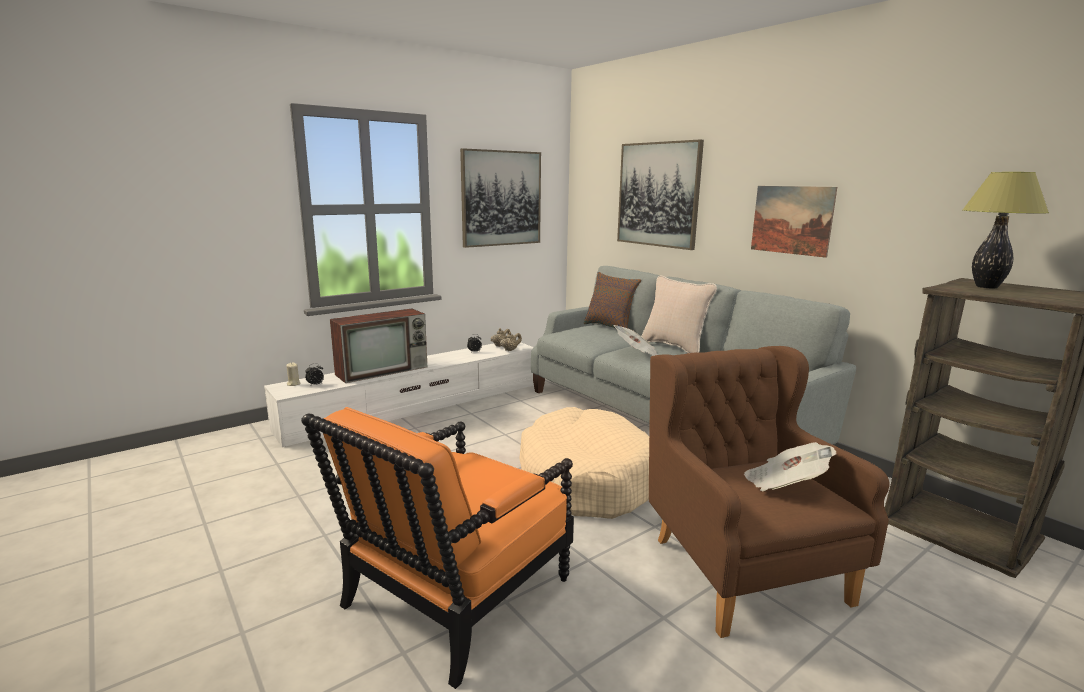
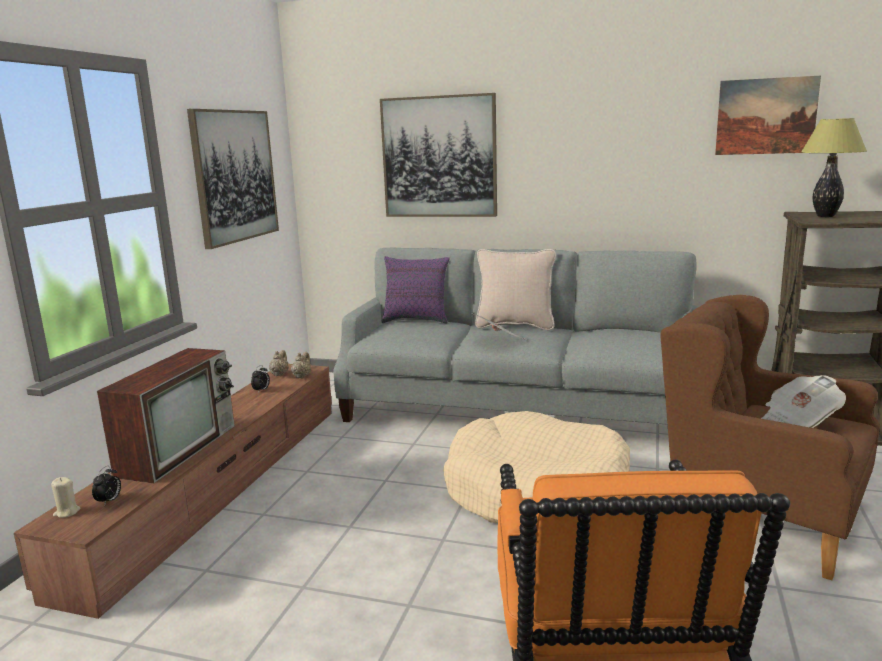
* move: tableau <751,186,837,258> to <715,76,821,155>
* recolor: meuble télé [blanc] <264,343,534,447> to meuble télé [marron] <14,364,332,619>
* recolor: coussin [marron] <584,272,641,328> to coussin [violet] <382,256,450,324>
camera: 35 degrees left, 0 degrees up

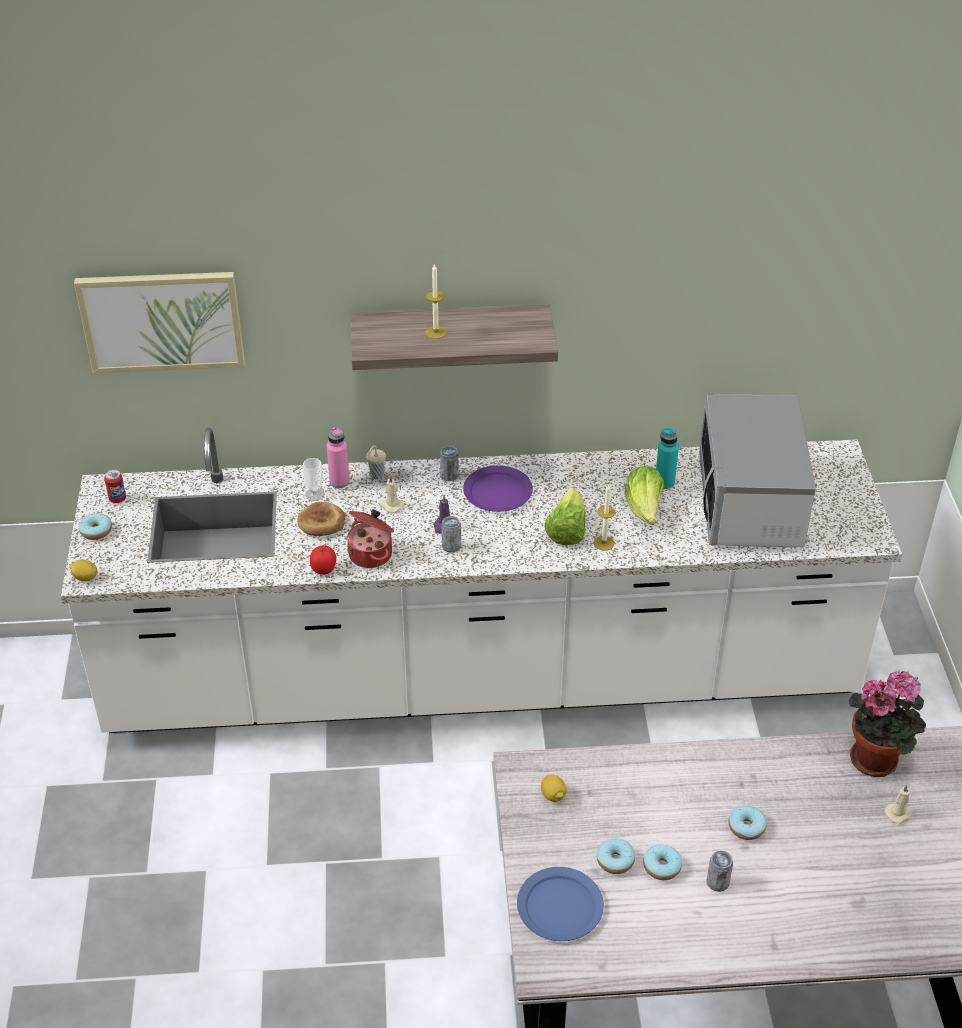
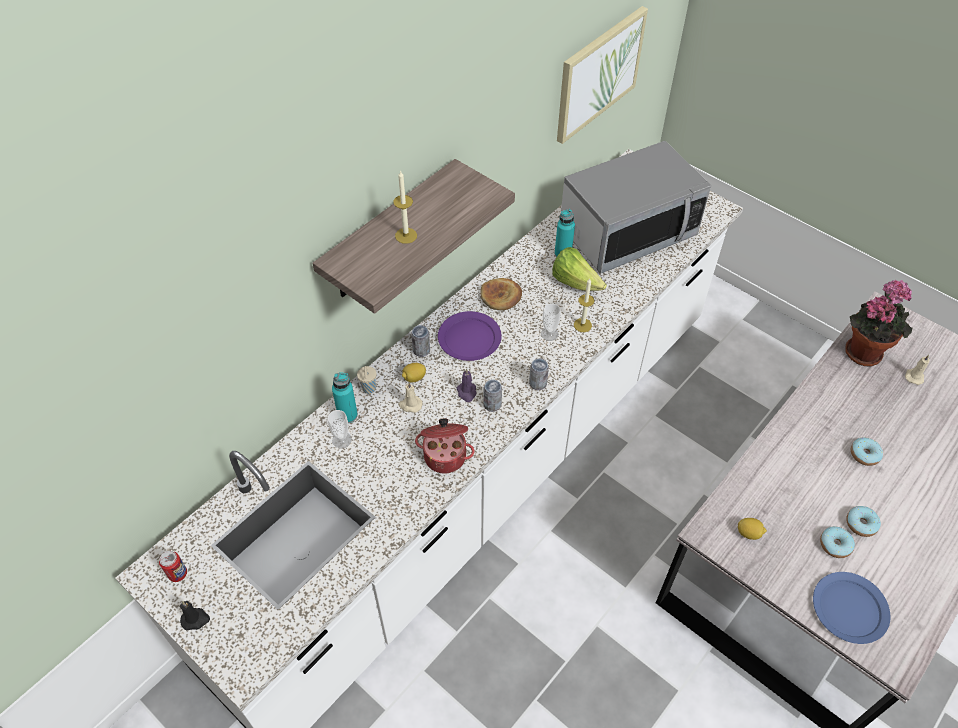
* delete: tomate <310,545,336,575>
* move: citron <69,559,98,581> to <402,363,426,382>
* move: tableau <74,272,245,373> to <557,6,648,144>
* move: pain <297,502,345,536> to <480,278,522,310>
* move: boîte métallique <706,850,733,892> to <529,358,549,390>
* replace: beignet <79,513,112,540> to bougie [noir] <180,601,210,631>
* replace: laitue <545,487,586,545> to tasse <541,304,561,341>
* recolor: bouteille [rose] <327,427,350,488> to bouteille [turquoise] <332,372,358,423>
* rotate: micro-ondes <699,394,816,547> = <561,141,711,273> 75 degrees counterclockwise
camera: 45 degrees left, 10 degrees up

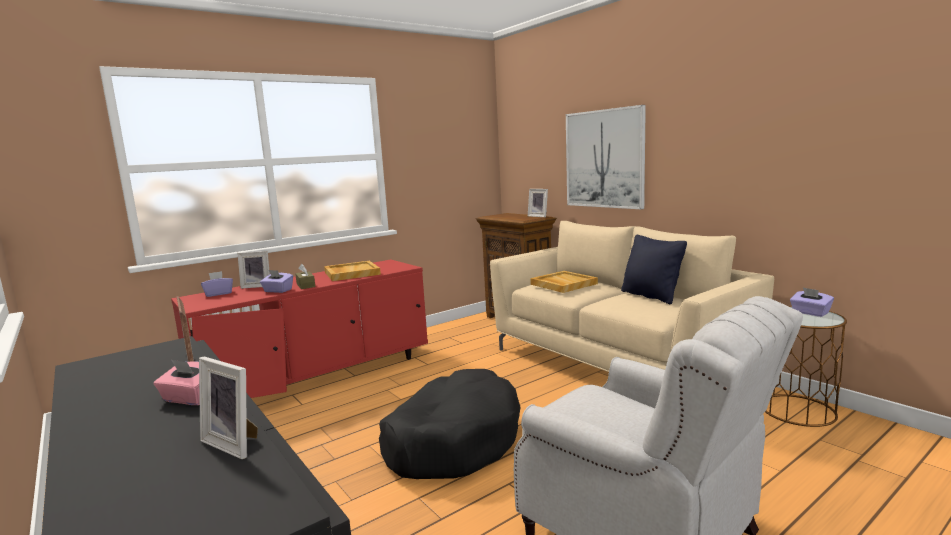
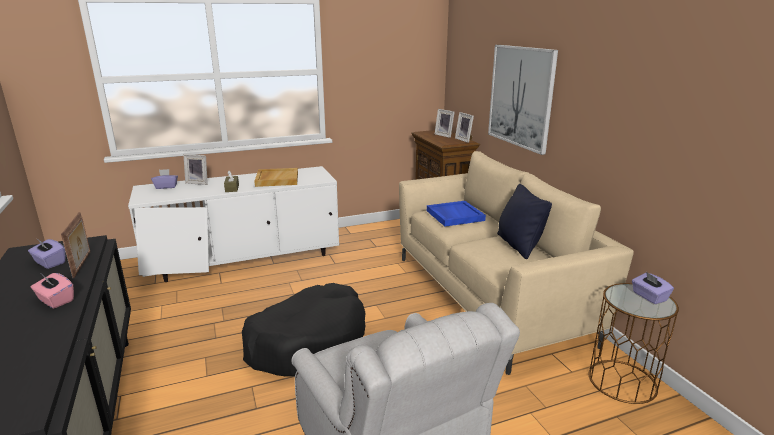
* move: cadre photo <199,357,258,459> to <435,109,454,138>
* move: boîte à mouchoirs [violet] <260,270,293,293> to <28,239,65,269>
* recolor: meuble télé [rouge] <171,260,428,398> to meuble télé [blanc] <128,166,339,282>
* recolor: plateau [beige] <530,271,598,293> to plateau [bleu] <427,201,486,227>
camera: 15 degrees right, 10 degrees up

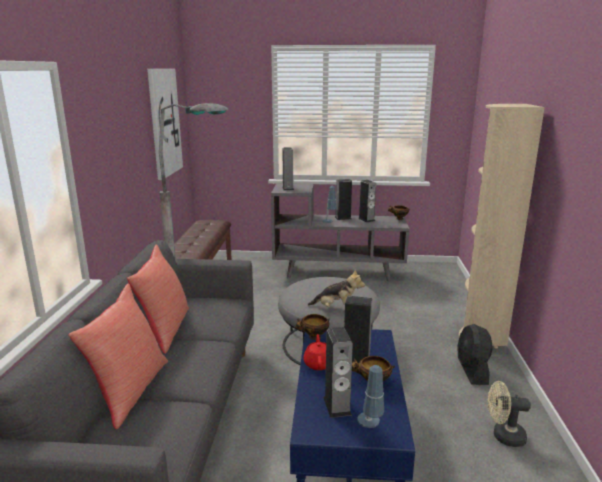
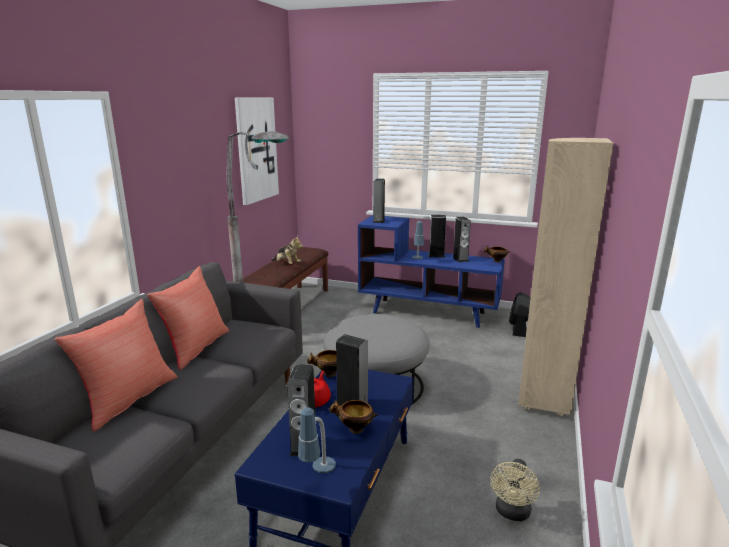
* move: peluche <308,269,365,307> to <271,236,303,264>
* move: ventilateur [noir] <457,324,493,385> to <509,292,531,337>
* recolor: meuble télé [gris] <271,184,409,281> to meuble télé [bleu] <358,215,505,328>
* rotate: ventilateur [beige] <488,381,531,447> = <491,459,540,521> 90 degrees counterclockwise
camera: 15 degrees right, 0 degrees up

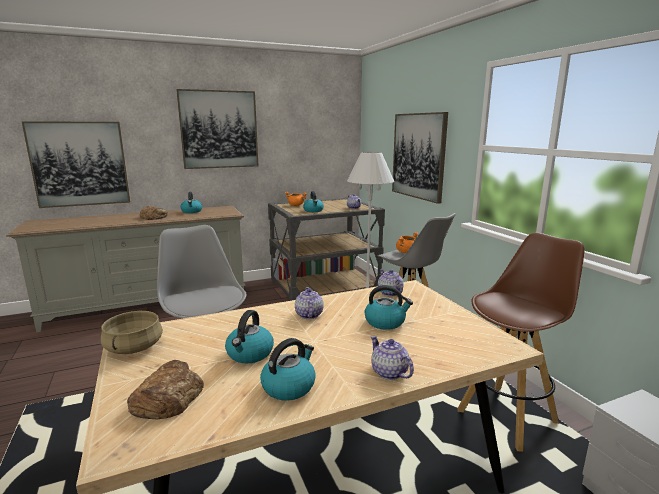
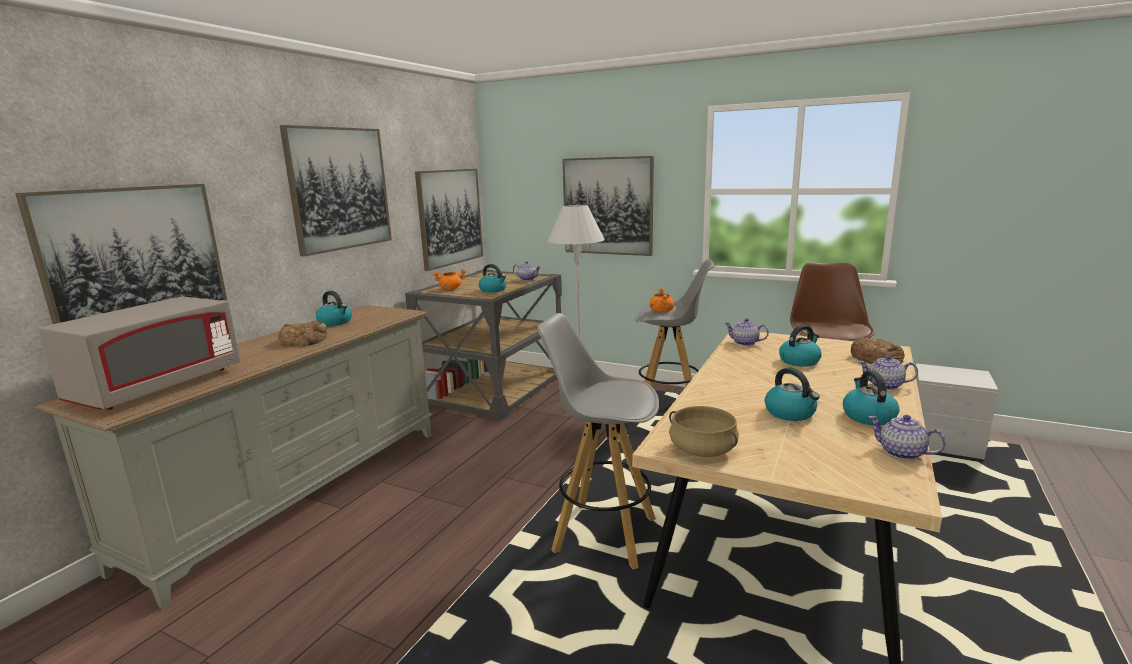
* insert: micro-ondes [gris] <38,297,240,410>
* insert: tableau <415,169,483,271>
* move: pain <127,360,204,419> to <851,337,905,364>
* move: théière <295,287,324,319> to <868,415,946,460>
camera: 40 degrees left, 0 degrees up

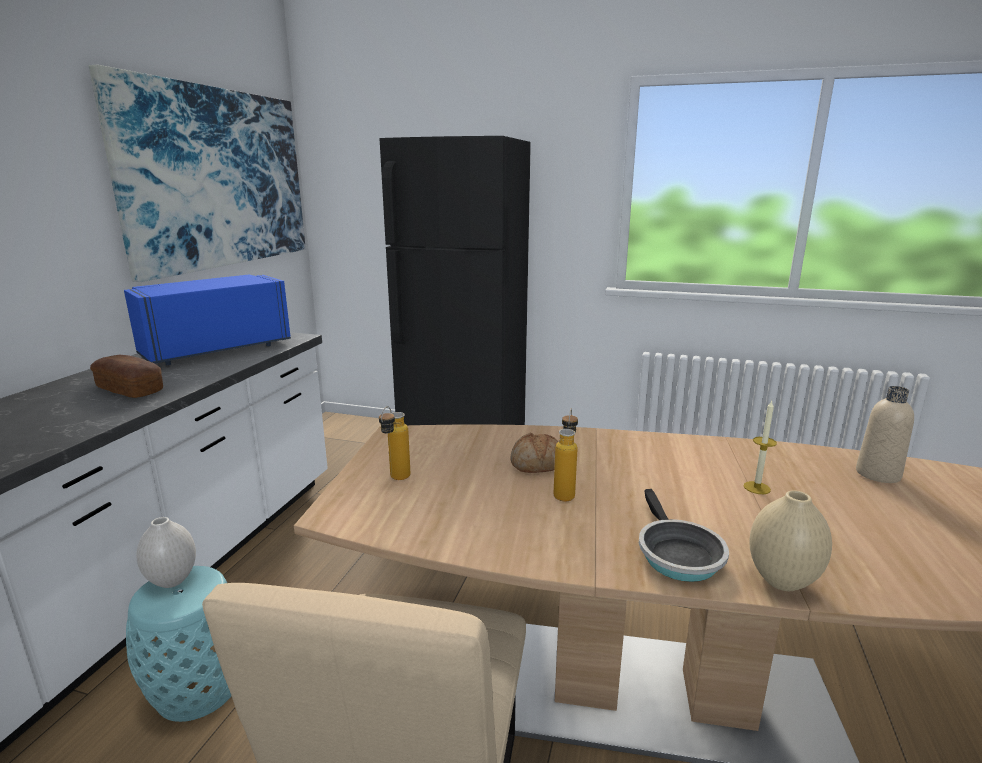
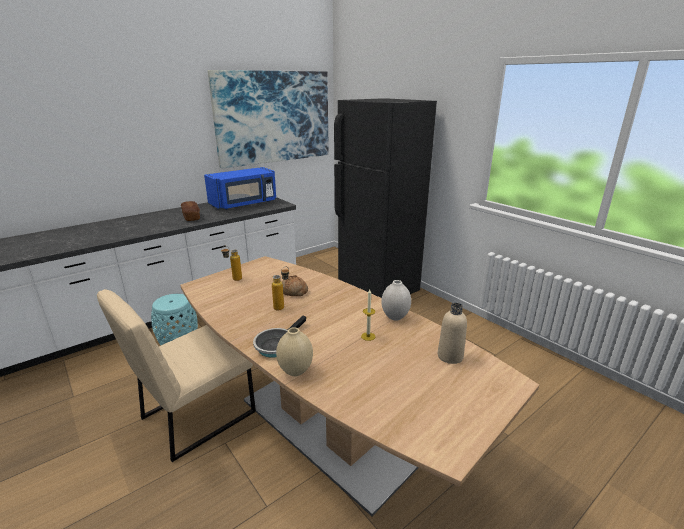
* move: vase [blanc] <136,517,196,588> to <381,280,411,321>
* rotate: micro-ondes [bleu] <124,275,291,365> = <204,167,276,210> 150 degrees clockwise
camera: 35 degrees right, 5 degrees up

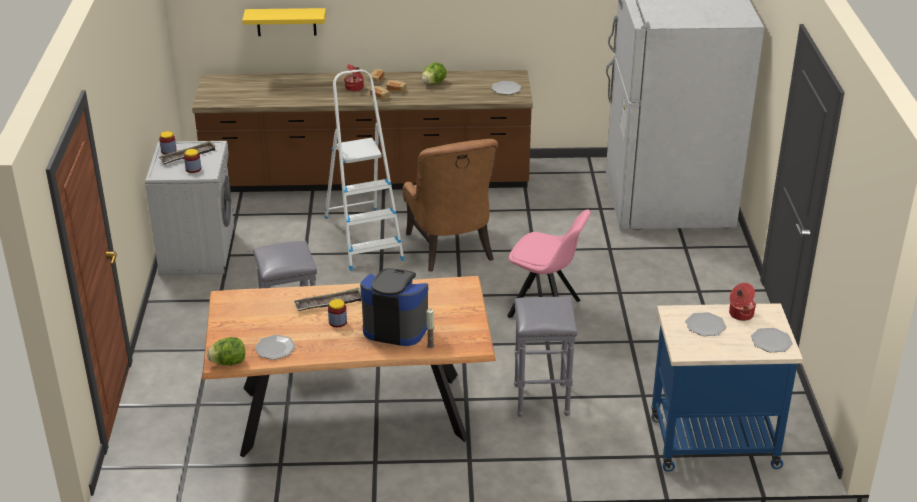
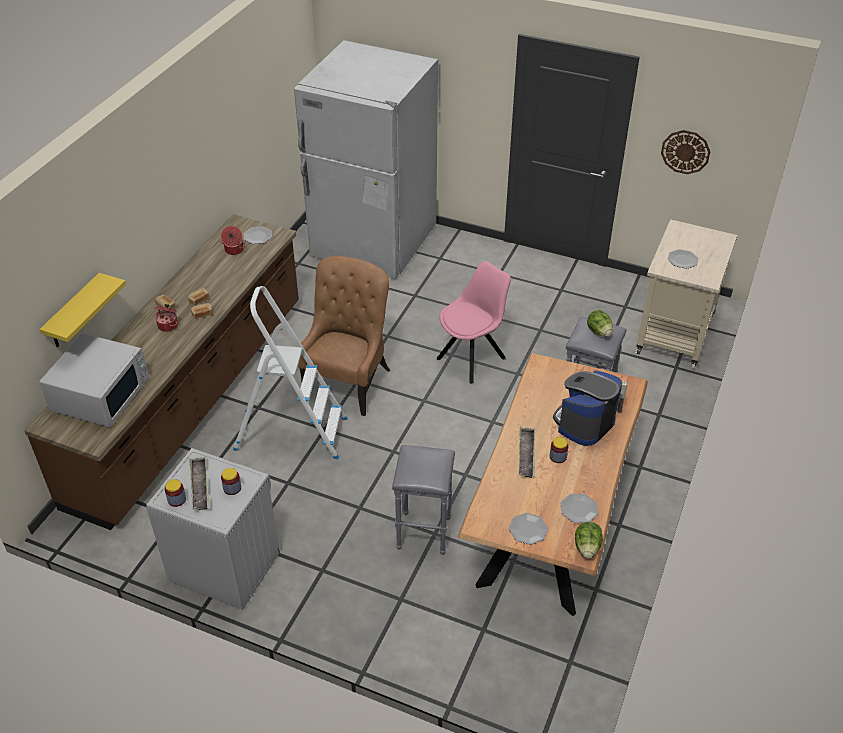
* insert: micro-ondes [blanc] <39,333,149,427>
* insert: horloge murale <661,130,710,174>
* move: laitue <422,63,447,85> to <587,310,612,337>
* move: marmite <729,283,756,321> to <221,226,246,255>
* move: assiette <751,328,793,352> to <509,513,548,545>
* recolor: chariot [bleu] <651,303,803,472> to chariot [beige] <636,219,737,369>
* rotate: chaise [marron] <402,139,498,271> = <298,256,391,416> 75 degrees counterclockwise
camera: 65 degrees left, 10 degrees up

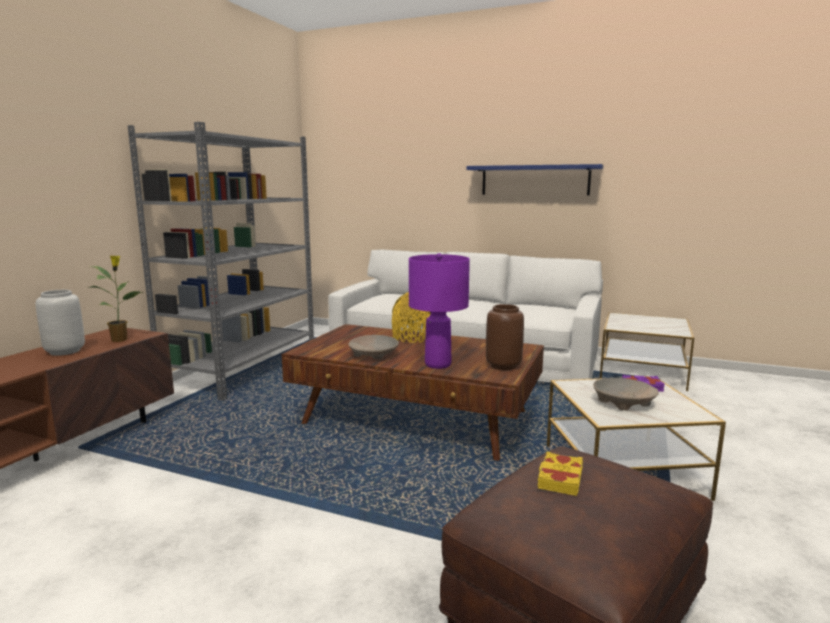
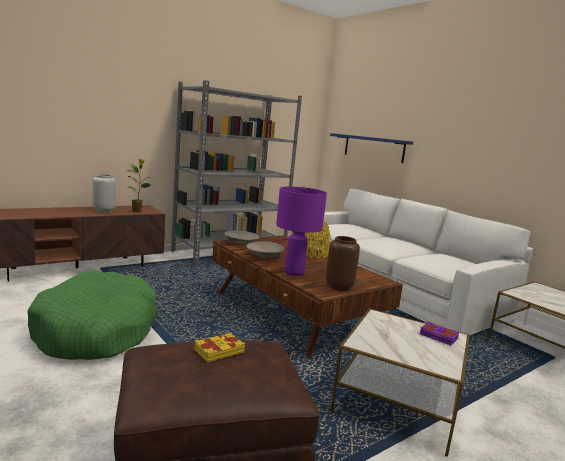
* insert: panier pour chien [vert] <27,270,158,360>
* move: étagère [bleu] <467,164,603,196> to <330,133,413,163>
* move: bol [beige] <593,378,659,410> to <224,231,260,247>
camera: 30 degrees right, 0 degrees up

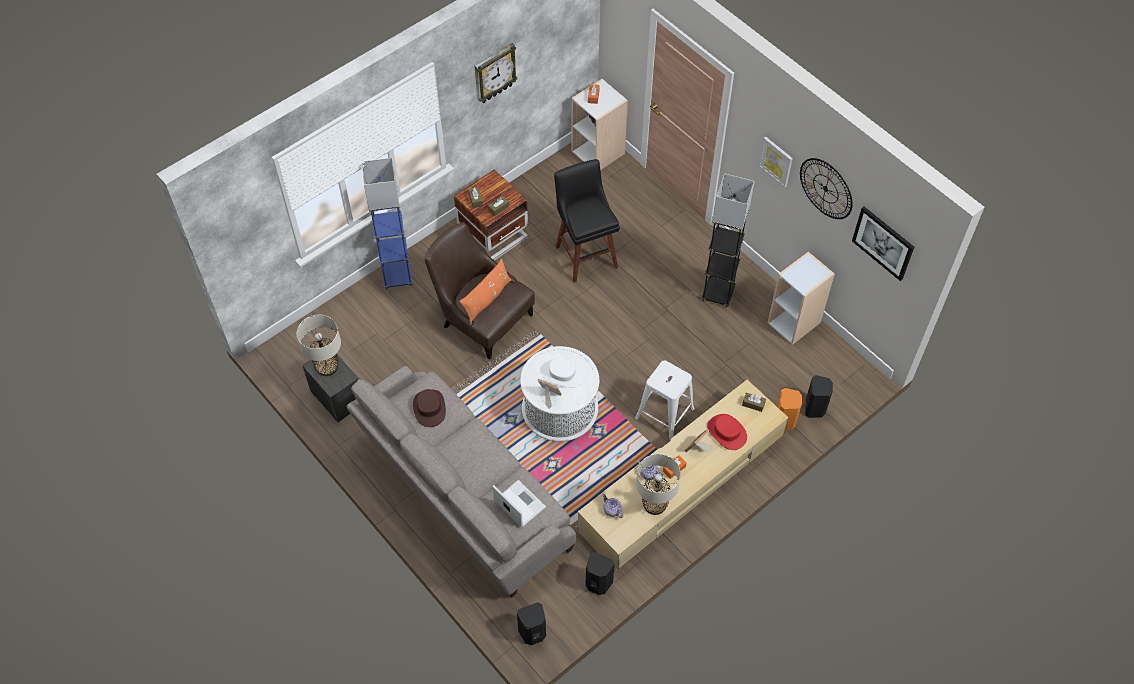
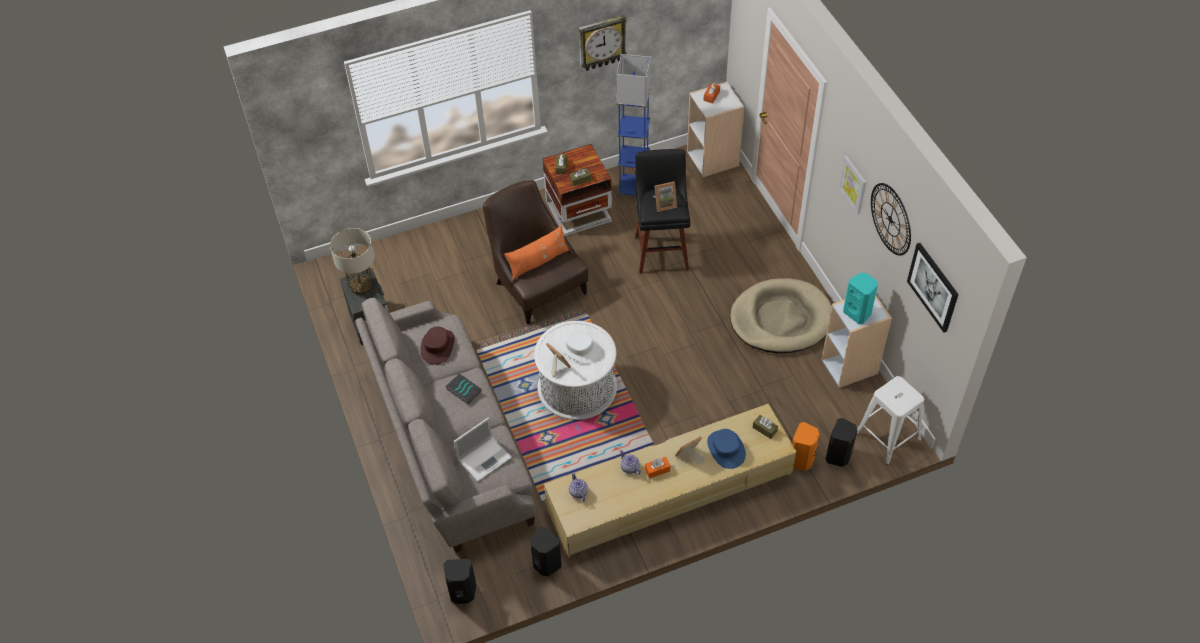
* delete: lampe de table <636,454,681,515>
* insert: livre <446,373,481,405>
* insert: cadre photo <653,181,677,212>
* insert: enceinte [turquoise] <843,273,878,324>
* move: lampadaire [bleu] <361,158,413,289> to <617,54,651,197>
* move: tabouret [blanc] <635,360,695,440> to <857,376,924,465>
* replace: lampadaire [gris] <701,173,755,307> to panier pour chien [beige] <730,278,832,353>
* recolor: chapeau [rouge] <707,414,747,450> to chapeau [bleu] <707,429,746,469>
* rotate: ordinateur portable <492,480,546,528> = <453,418,512,482> 75 degrees clockwise
camera: 20 degrees right, 5 degrees down

